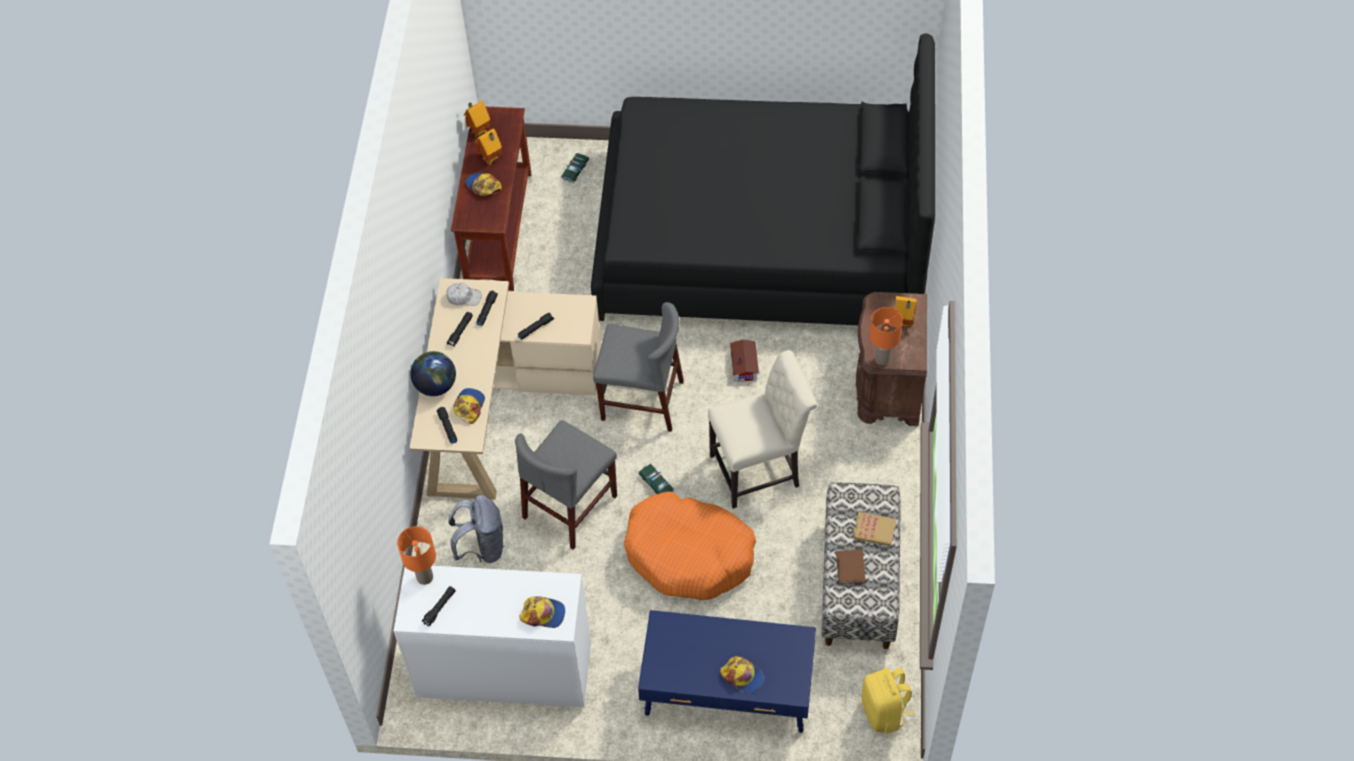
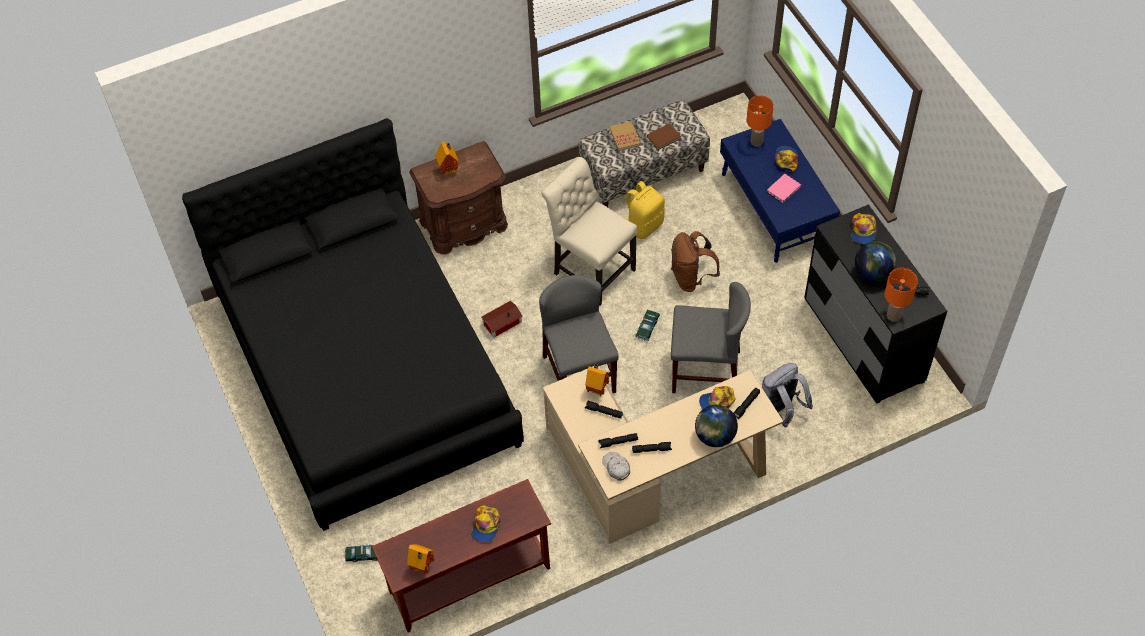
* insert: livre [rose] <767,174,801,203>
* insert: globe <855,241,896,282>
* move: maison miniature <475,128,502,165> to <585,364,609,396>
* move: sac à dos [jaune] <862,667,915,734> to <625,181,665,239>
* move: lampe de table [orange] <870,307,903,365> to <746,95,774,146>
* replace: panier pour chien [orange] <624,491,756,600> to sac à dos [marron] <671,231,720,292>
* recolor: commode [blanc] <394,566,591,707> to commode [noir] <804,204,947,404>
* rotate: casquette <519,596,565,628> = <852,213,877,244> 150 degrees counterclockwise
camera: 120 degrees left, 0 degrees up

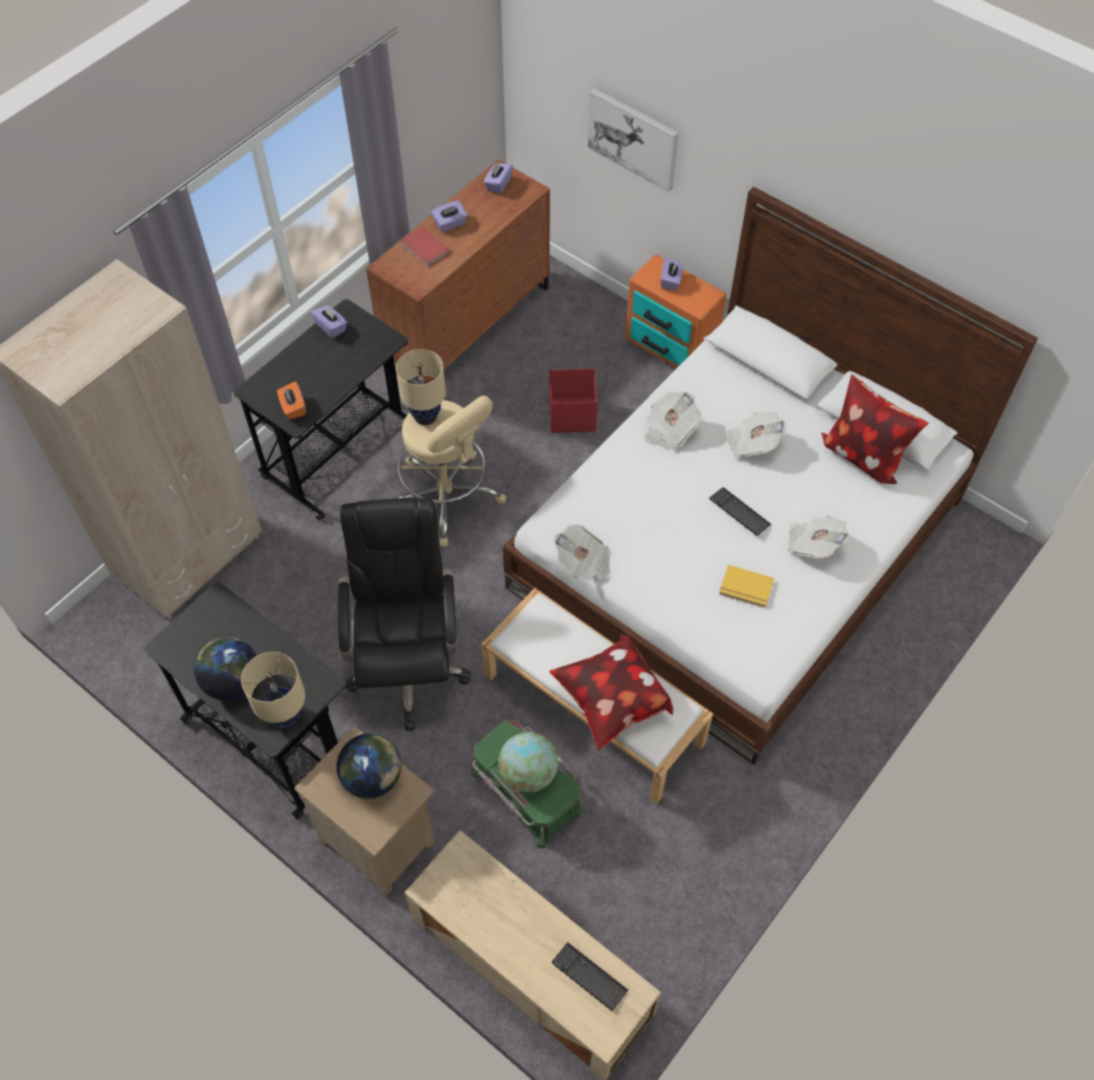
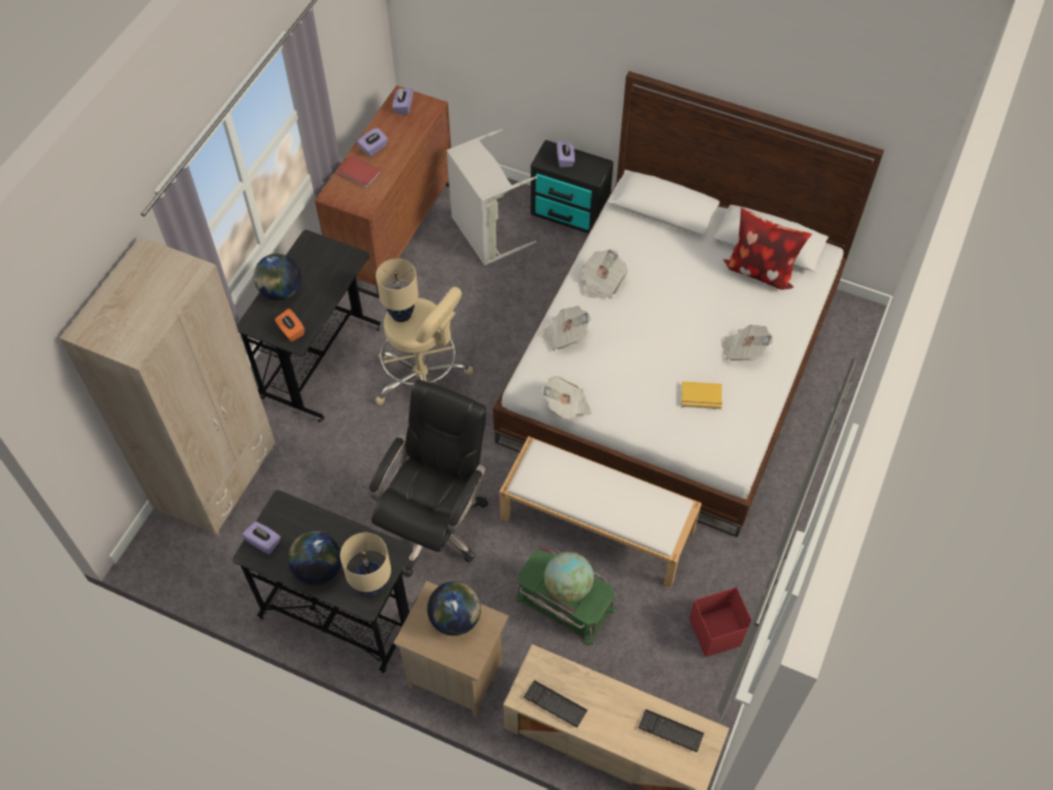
* delete: coussin <549,635,673,751>
* delete: tableau <588,88,678,192>
* insert: globe <254,254,301,300>
* insert: panier à linge [gris] <446,129,537,265>
* move: boîte à mouchoirs [violet] <311,305,347,339> to <242,522,281,555>
* move: boîte de rangement [rouge] <549,368,598,433> to <689,587,752,657>
* move: clavier <709,487,772,536> to <524,680,587,727>
* move: journal <725,411,786,457> to <540,306,591,351>
* recolor: table de chevet [orange] <625,255,727,368> to table de chevet [noir] <531,140,613,234>
* rotate: chaise de bureau [noir] <338,498,471,731> = <369,379,488,577> 45 degrees clockwise
camera: 15 degrees left, 0 degrees up

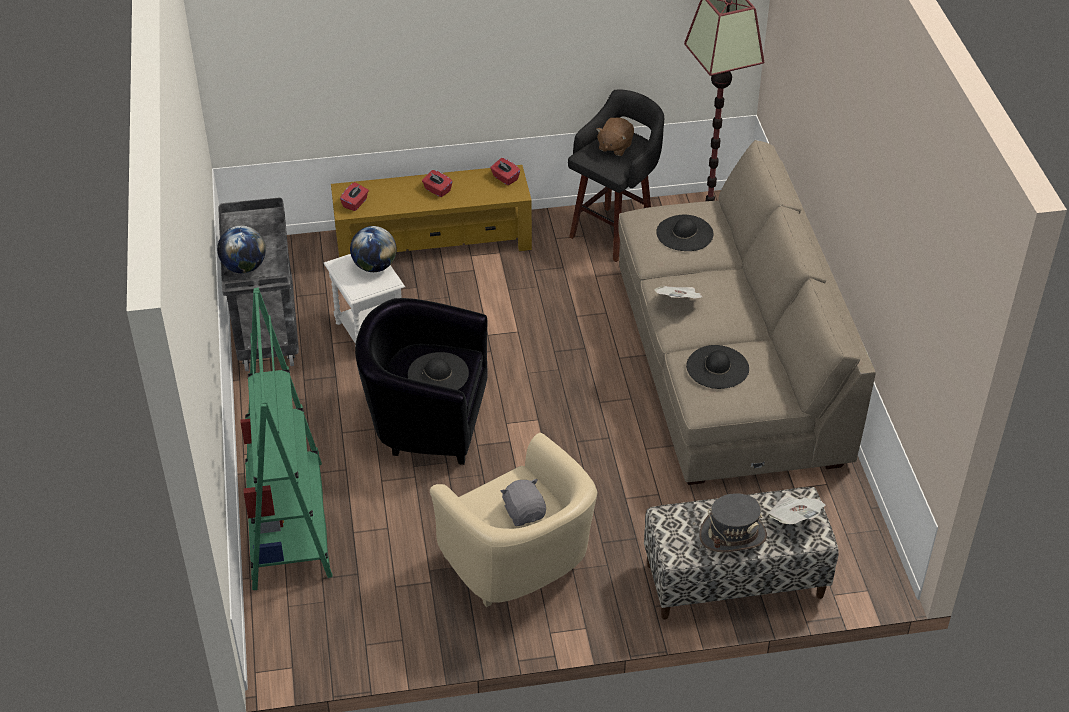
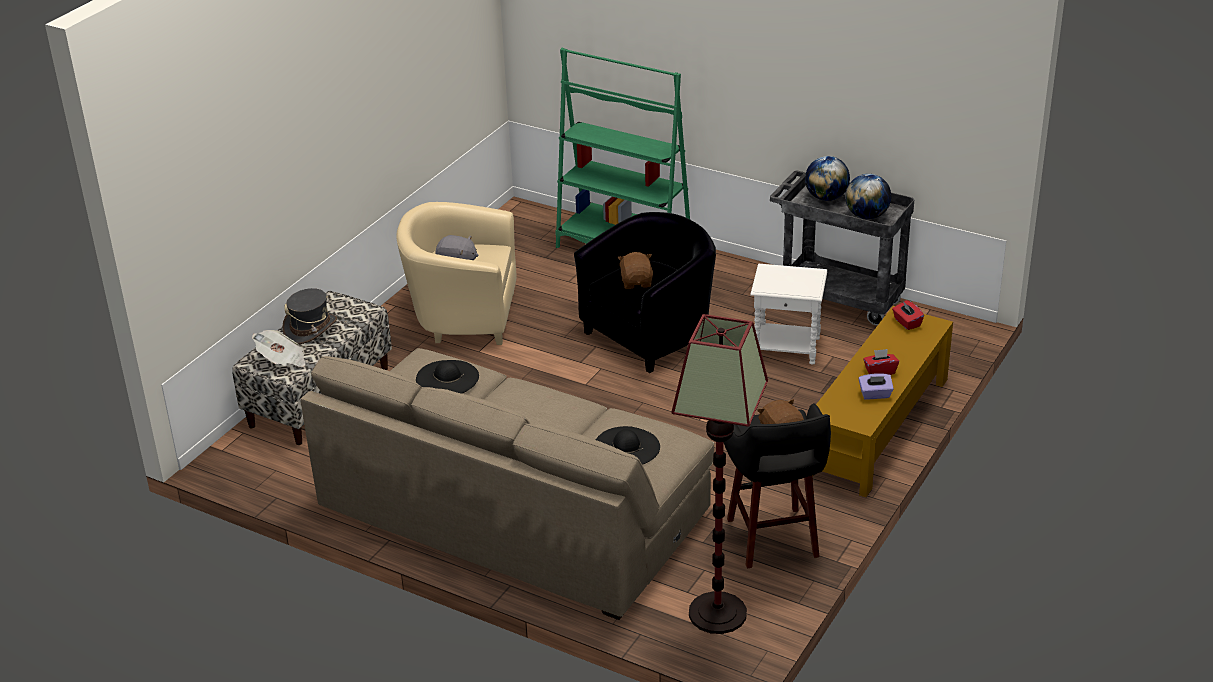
* delete: boîte à mouchoirs [rouge] <490,158,520,185>
* delete: journal <654,286,703,299>
* insert: boîte à mouchoirs [violet] <859,373,894,400>
* move: globe <350,226,396,272> to <845,174,891,219>
* replace: chapeau [noir] <408,352,469,390> to peluche [marron] <618,252,653,289>
camera: 130 degrees right, 10 degrees down

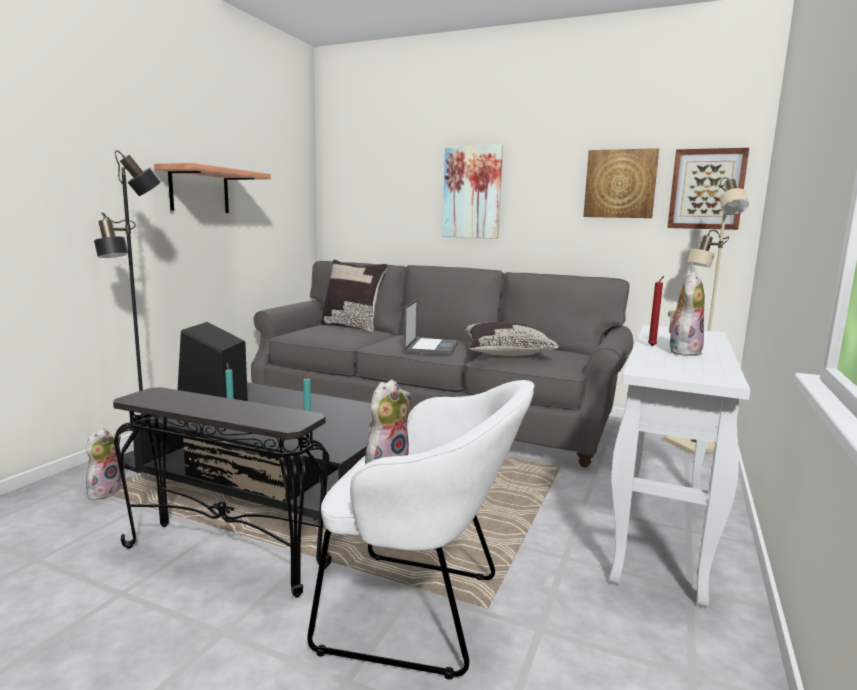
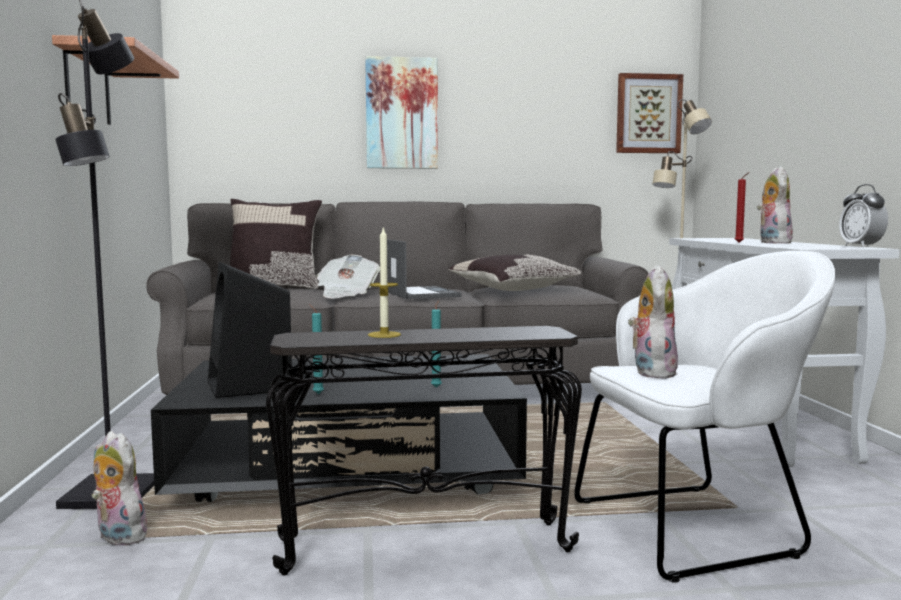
* delete: tableau <583,148,659,218>
* insert: journal <316,255,380,298>
* insert: bougie <368,226,401,338>
* insert: réveil <839,184,888,248>
* rotate: peluche <86,428,122,500> = <92,431,150,546> 45 degrees counterclockwise
camera: 30 degrees left, 5 degrees down

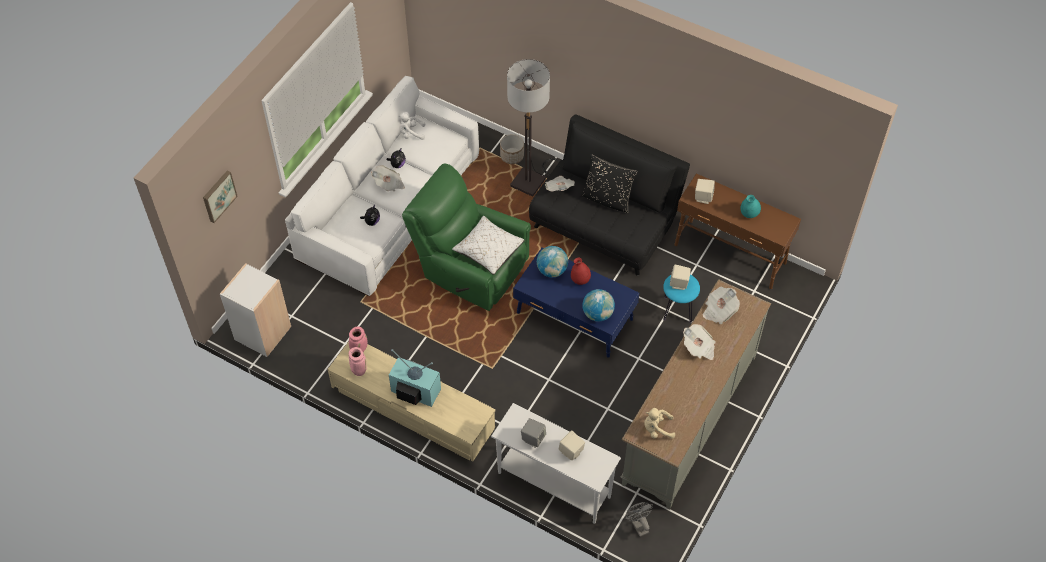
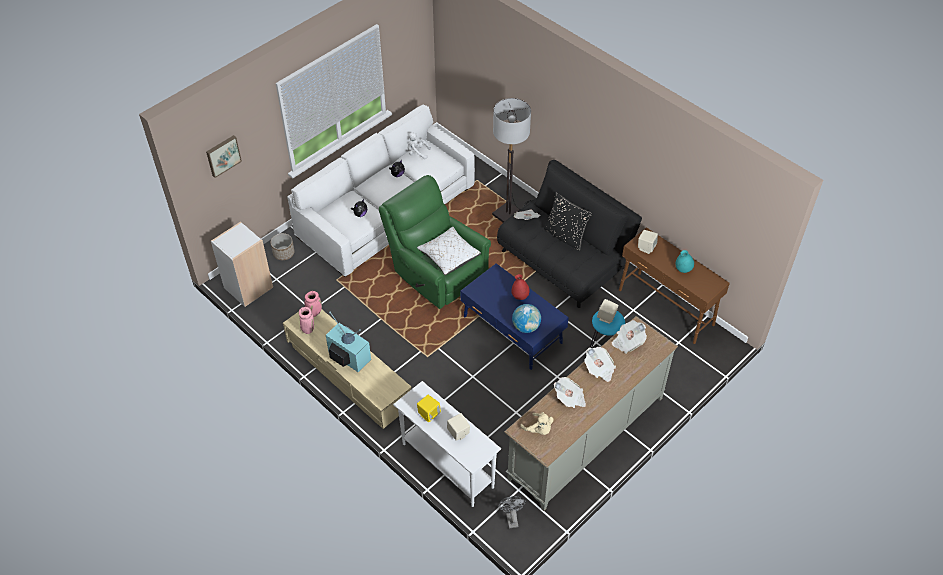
* delete: globe <537,246,568,277>
* move: journal <371,165,405,191> to <554,377,586,408>
* move: cache-pot <500,134,524,164> to <270,233,294,260>
* recolor: enceinte [gris] <521,418,546,448> to enceinte [jaune] <417,395,441,423>
* rotate: peluche [beige] <644,408,675,439> = <520,412,553,435> 150 degrees counterclockwise
camera: 15 degrees right, 5 degrees down

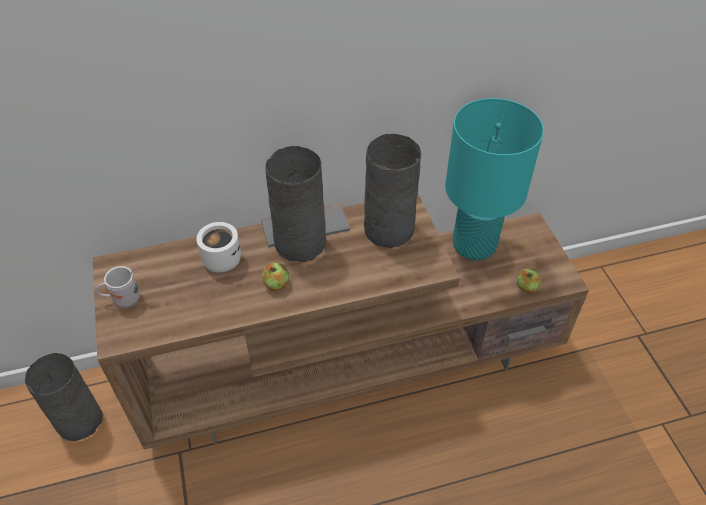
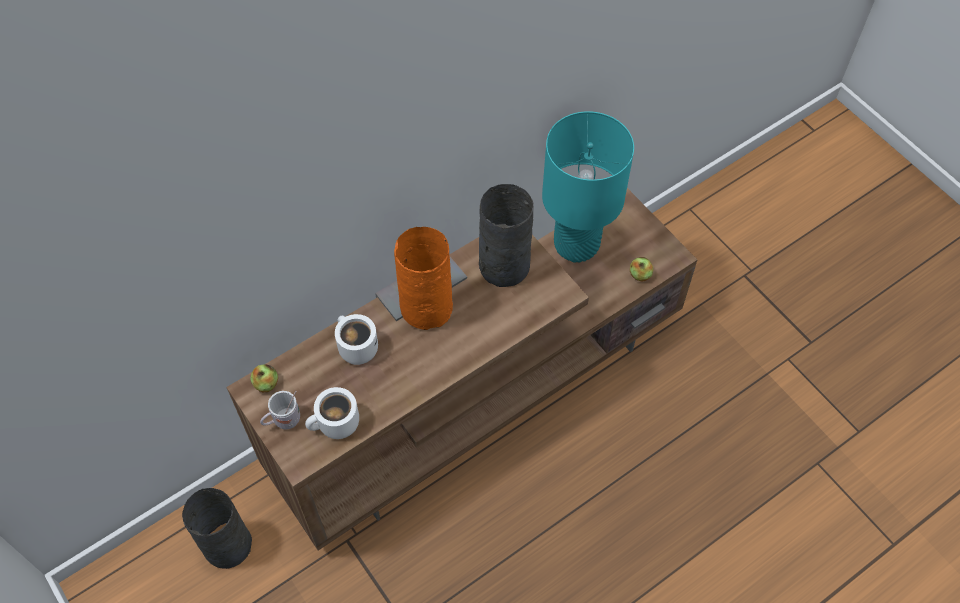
* insert: mug [blanc] <305,387,359,439>
* move: pomme <262,263,289,291> to <250,364,278,392>
* recolor: vase [gris] <265,146,326,262> to vase [orange] <394,227,453,330>
camera: 20 degrees left, 10 degrees up

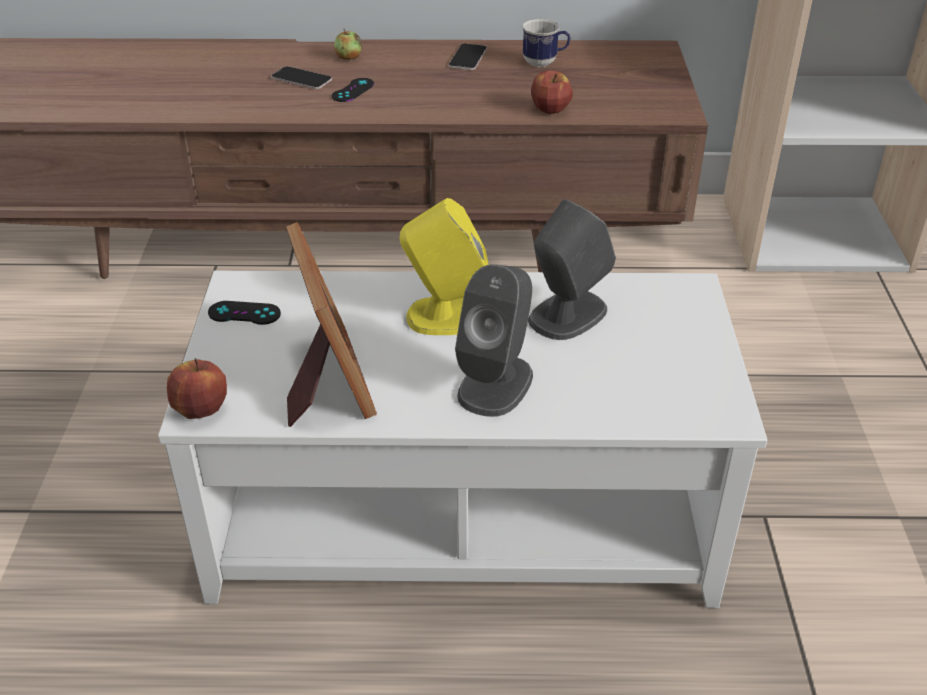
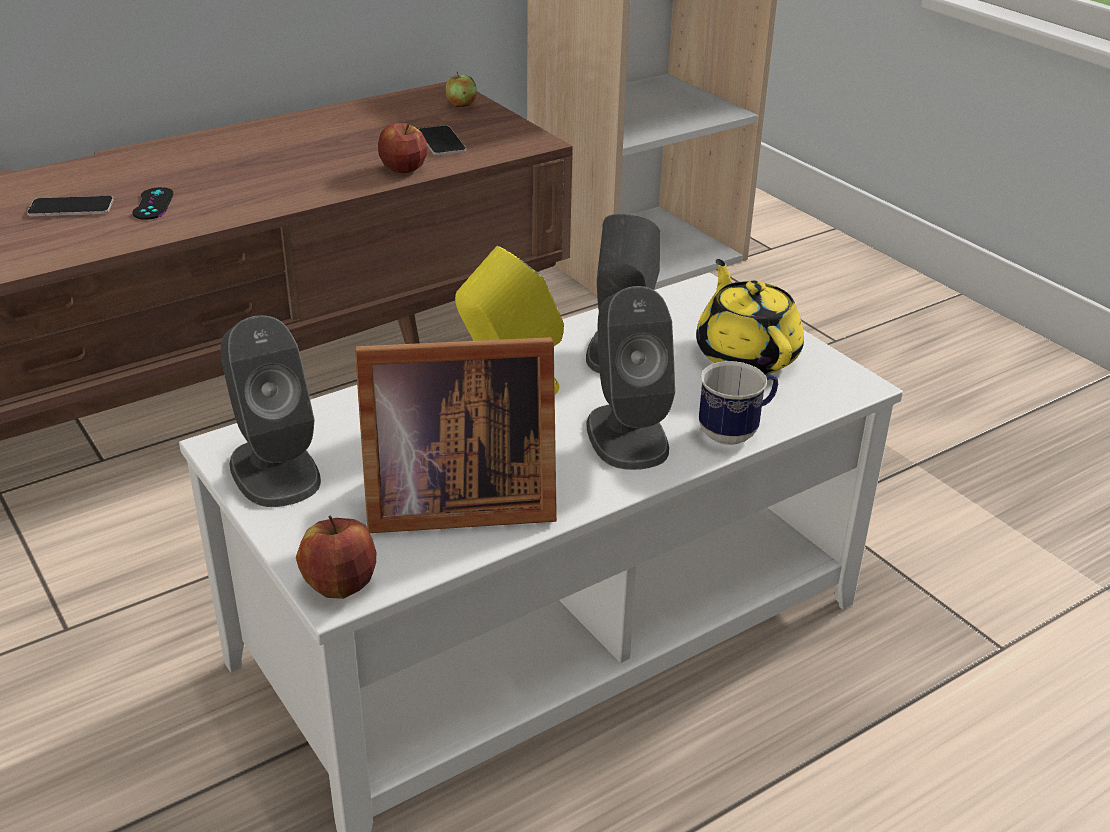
* insert: théière [jaune] <696,259,804,375>
* move: pomme <334,29,362,60> to <446,72,477,107>
* move: téléphone <448,43,487,70> to <418,125,466,155>
* move: mug <523,19,570,67> to <699,361,778,445>
* replace: manette [noir] <208,301,281,325> to enceinte [gris] <221,315,321,507>
* rotate: cadre photo <286,222,377,427> = <355,337,557,533> 135 degrees clockwise
camera: 35 degrees left, 5 degrees down

